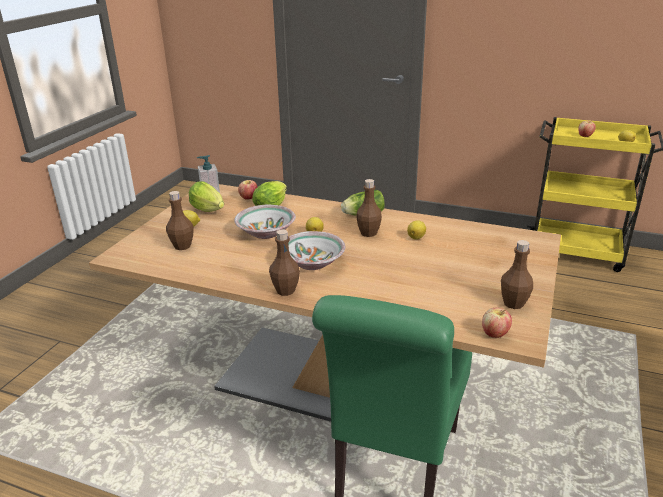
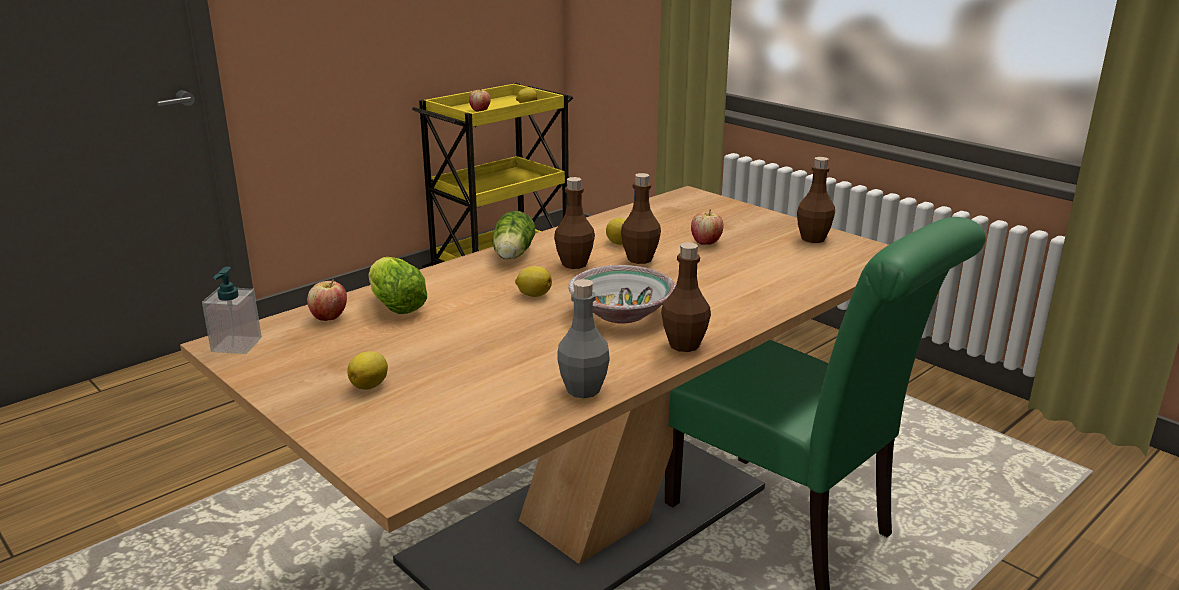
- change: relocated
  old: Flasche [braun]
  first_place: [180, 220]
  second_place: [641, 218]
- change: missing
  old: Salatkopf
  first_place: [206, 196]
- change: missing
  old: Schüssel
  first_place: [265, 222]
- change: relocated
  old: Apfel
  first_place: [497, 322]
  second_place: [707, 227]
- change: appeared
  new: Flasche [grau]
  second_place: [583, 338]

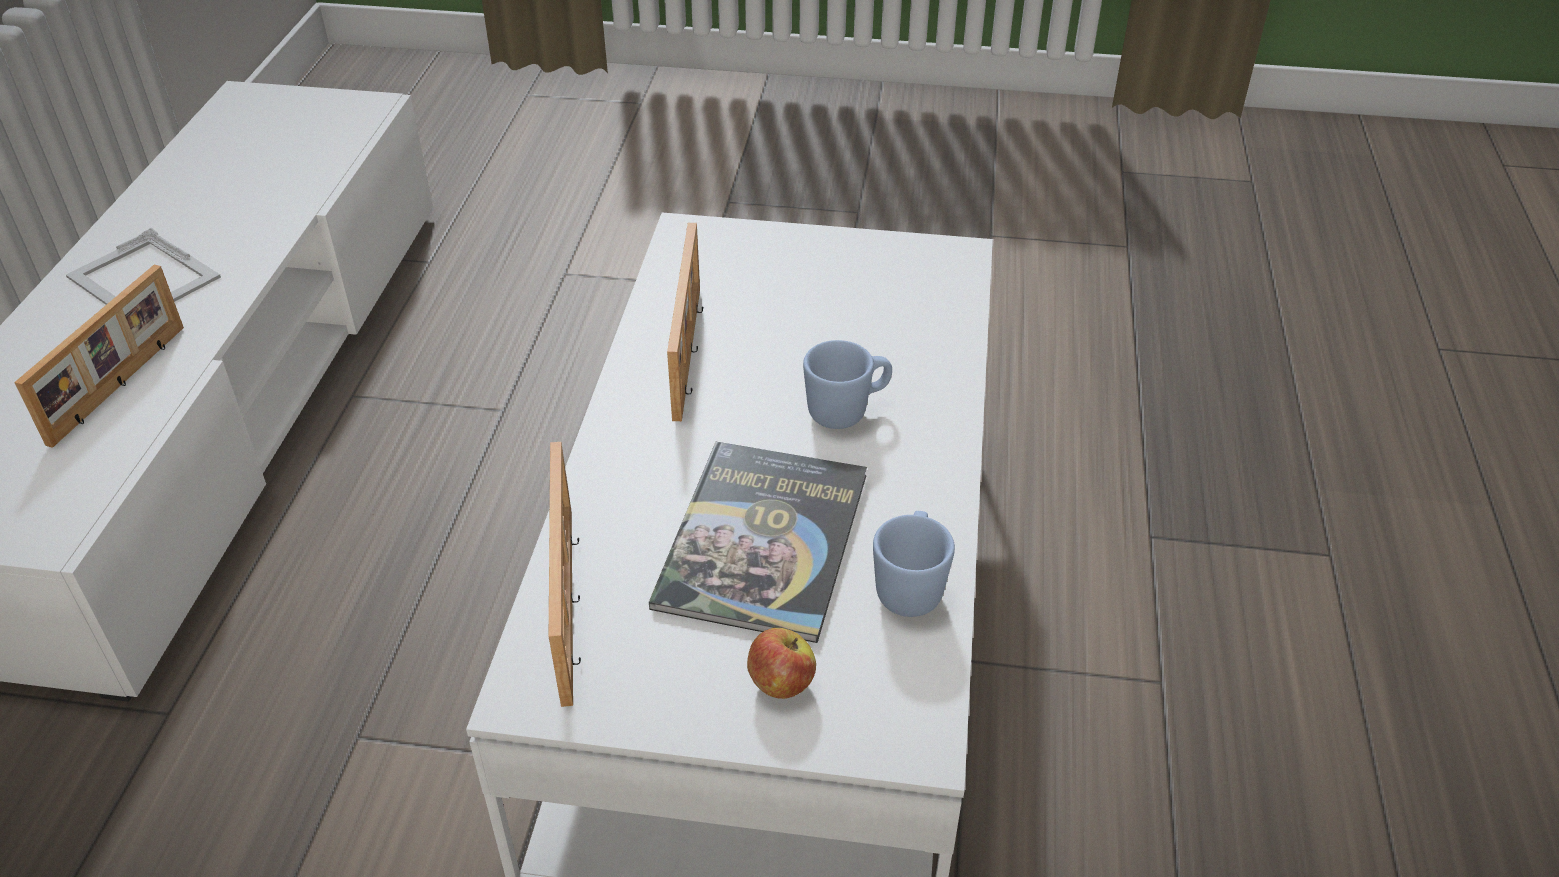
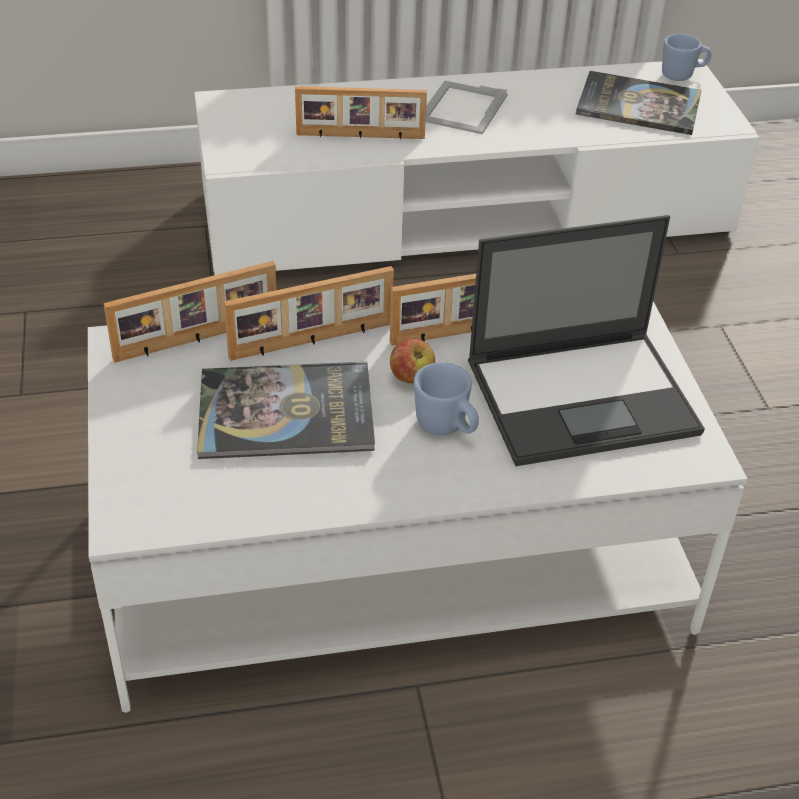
- change: relocated
  old: Apfel
  first_place: [781, 663]
  second_place: [412, 361]
- change: relocated
  old: Henkelbecher [blau]
  first_place: [914, 564]
  second_place: [686, 57]
- change: appeared
  new: Bilderrahmen
  second_place: [309, 313]
- change: appeared
  new: Laptop
  second_place: [586, 340]
- change: appeared
  new: Buch
  second_place: [638, 103]

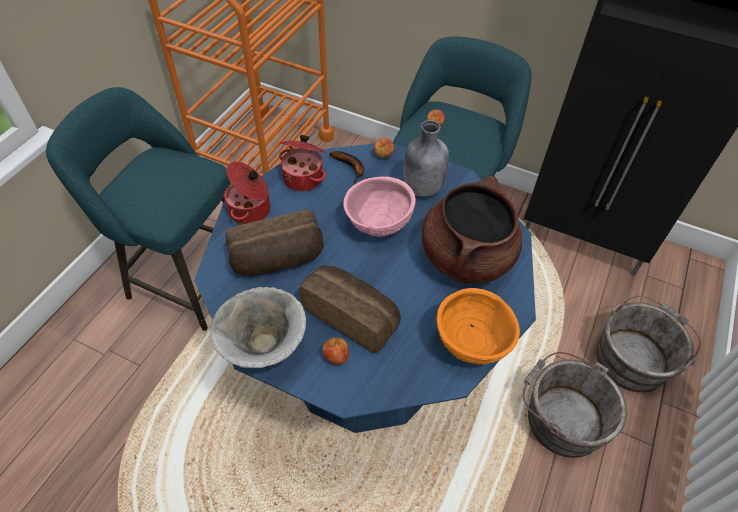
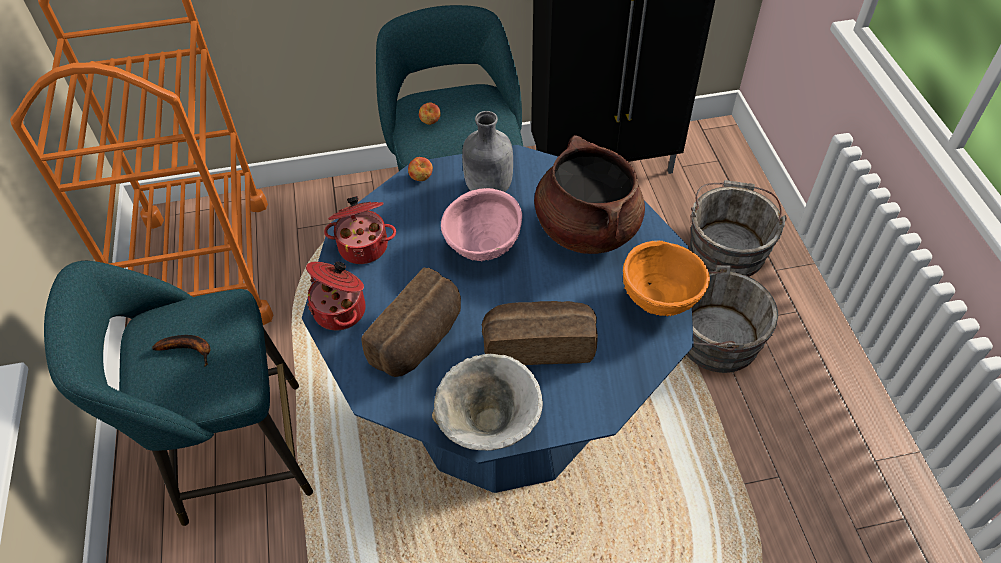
- change: missing
  old: Apfel
  first_place: [335, 351]
- change: relocated
  old: Banane
  first_place: [346, 167]
  second_place: [181, 351]

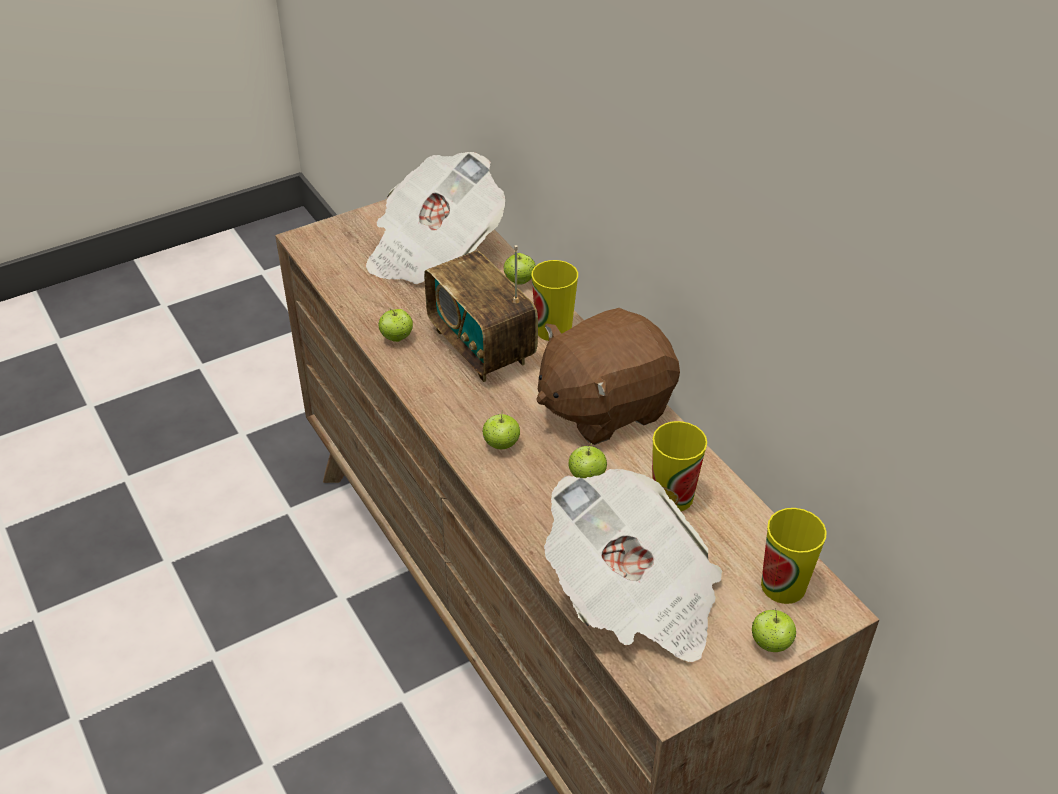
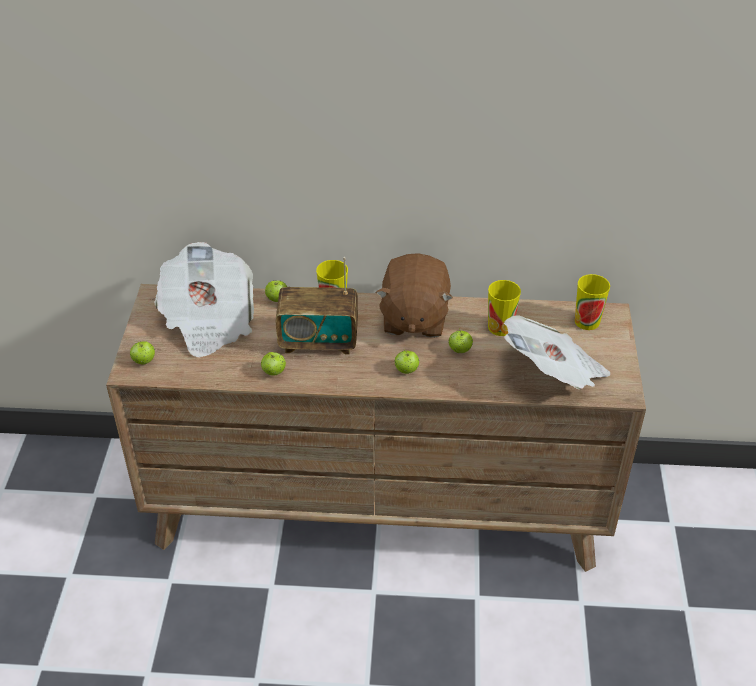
- change: relocated
  old: Apfel
  first_place: [774, 630]
  second_place: [142, 353]

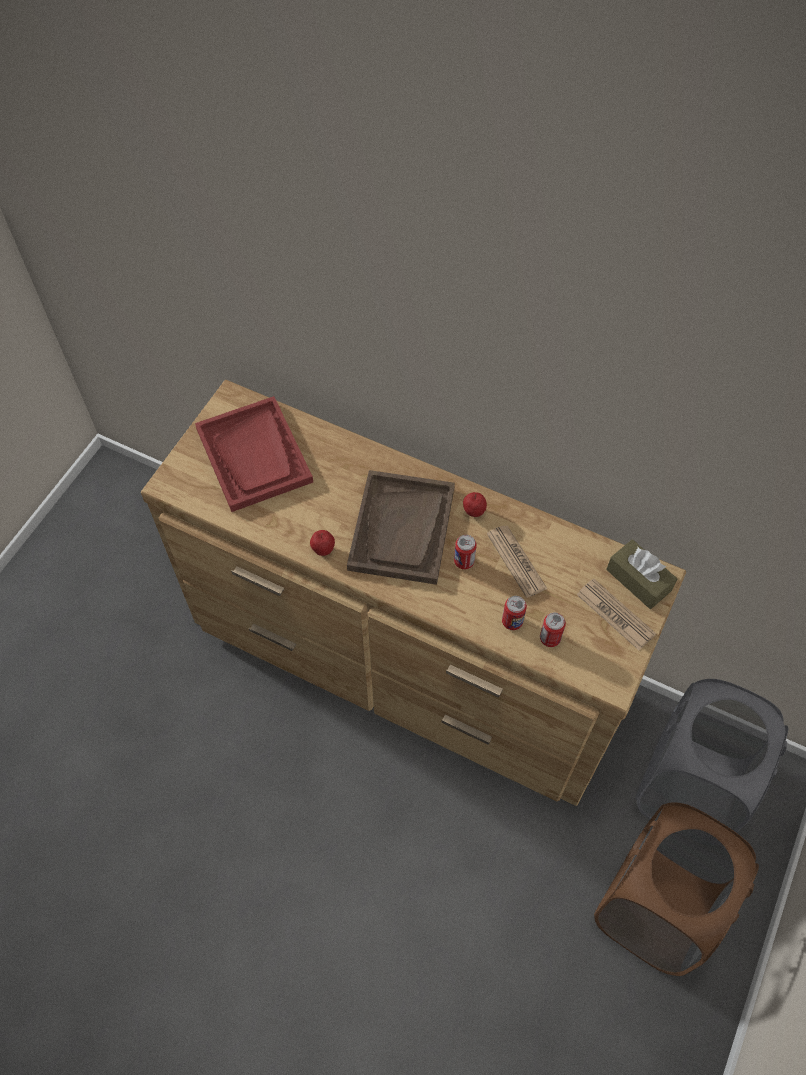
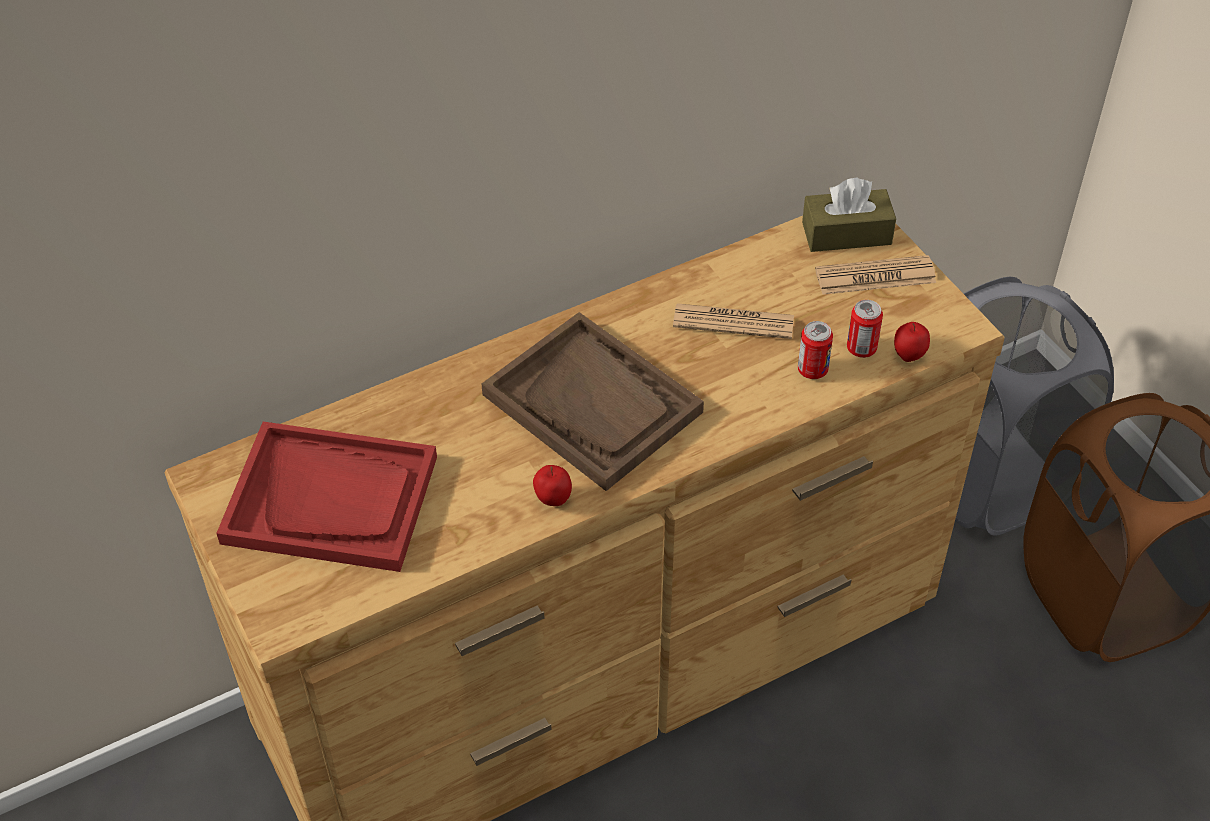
- change: missing
  old: Dose
  first_place: [465, 552]
- change: relocated
  old: Apfel
  first_place: [475, 504]
  second_place: [912, 342]

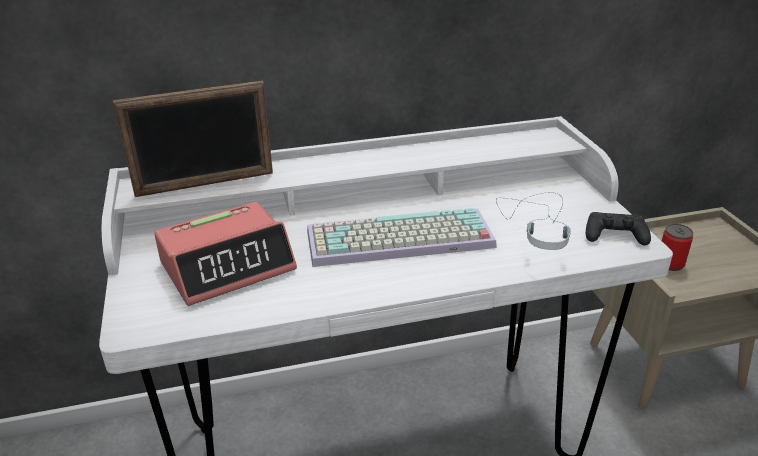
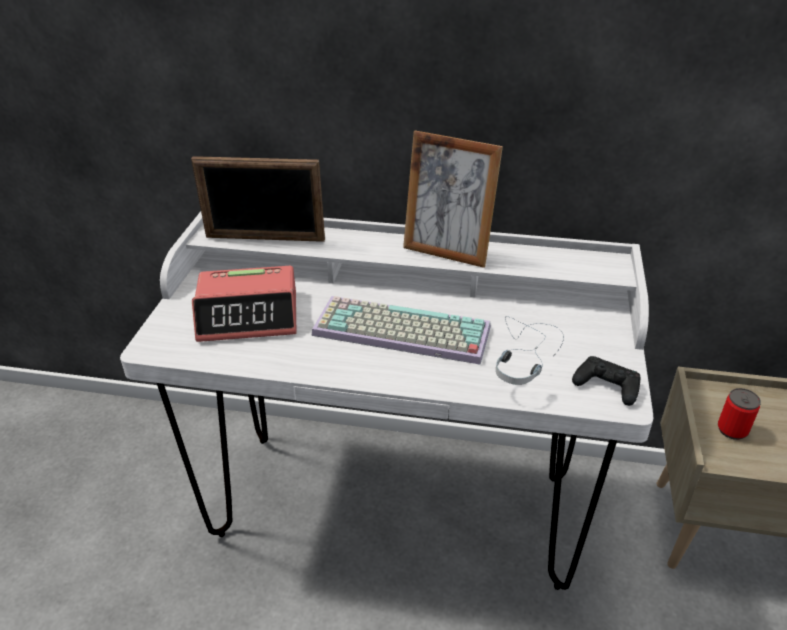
- change: appeared
  new: Bilderrahmen
  second_place: [453, 199]

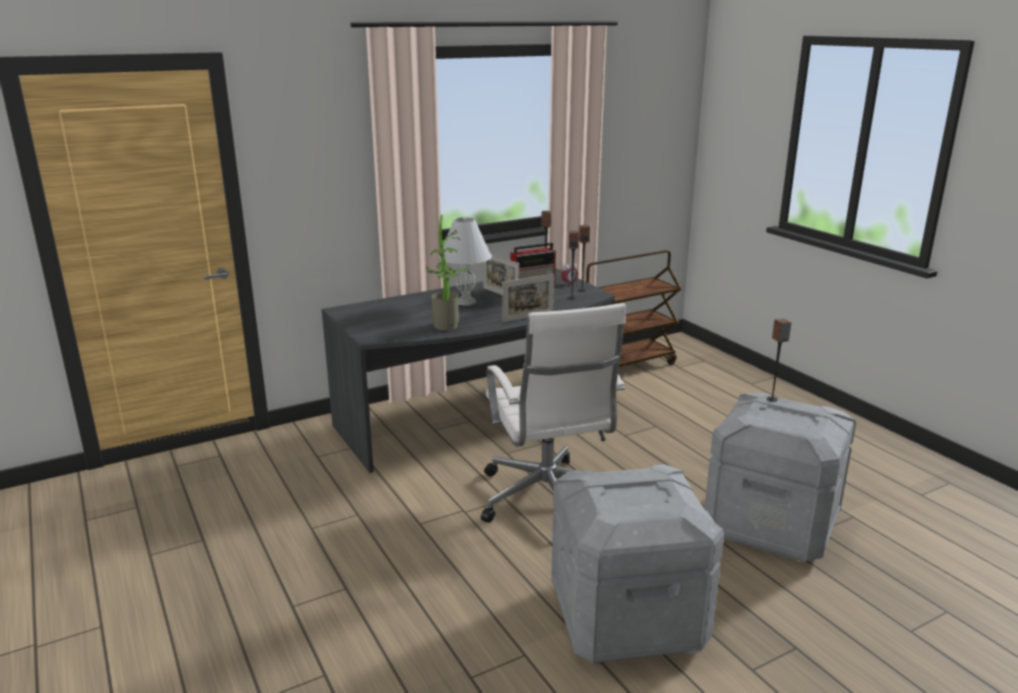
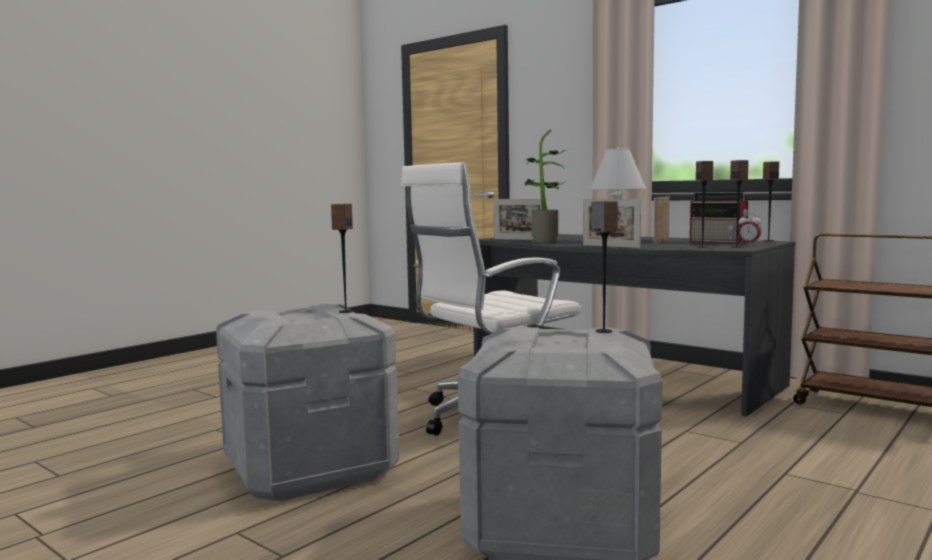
- change: appeared
  new: Lautsprecher
  second_place: [342, 258]
- change: appeared
  new: Bilderrahmen
  second_place: [517, 219]

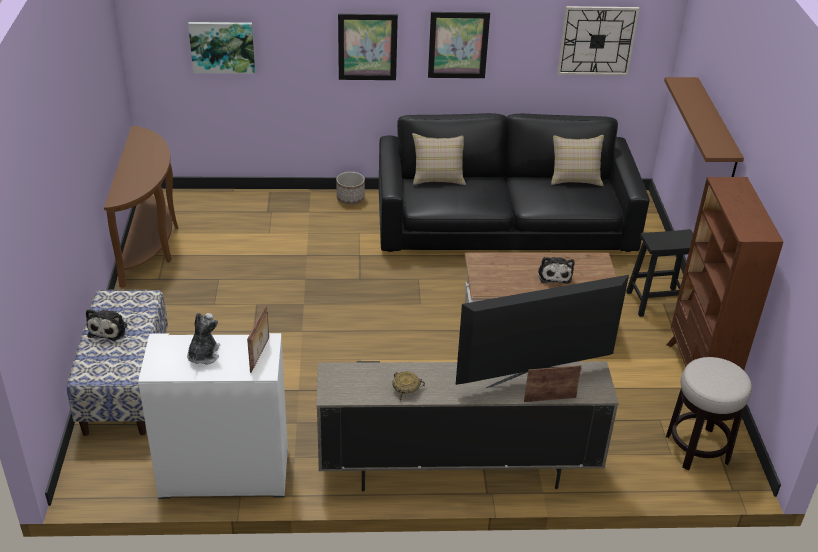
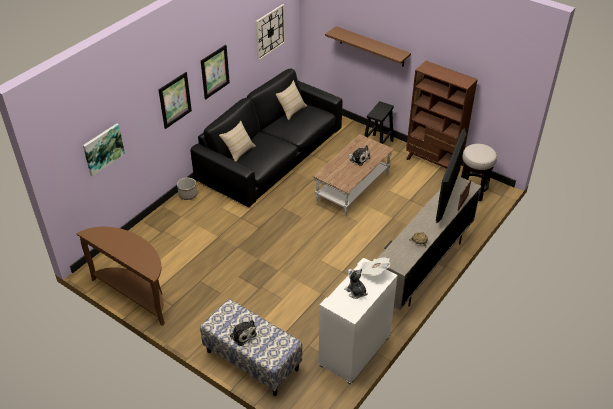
- change: exchanged
  old: Bilderrahmen
  new: Zeitung
  first_place: [258, 339]
  second_place: [375, 266]

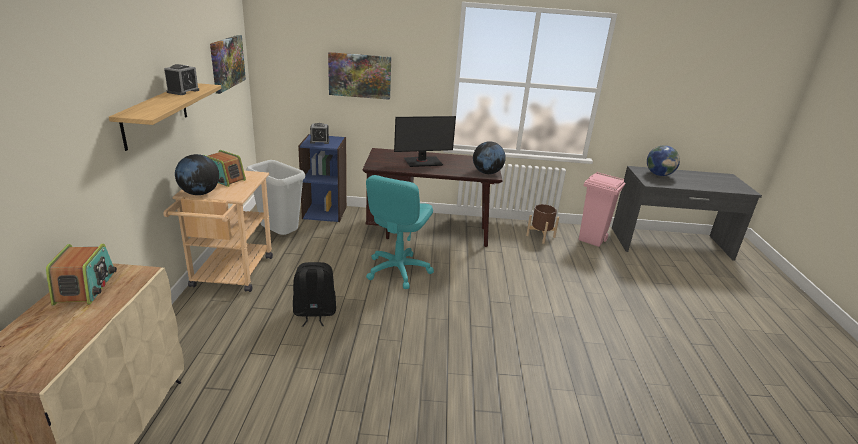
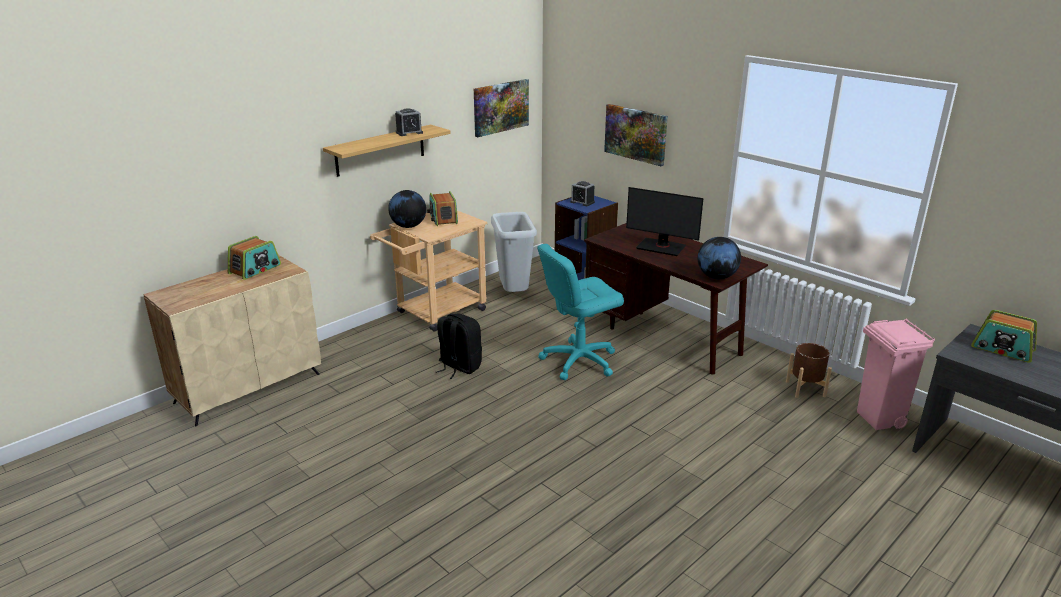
- change: exchanged
  old: Globus
  new: Radio
  first_place: [663, 160]
  second_place: [1004, 336]

